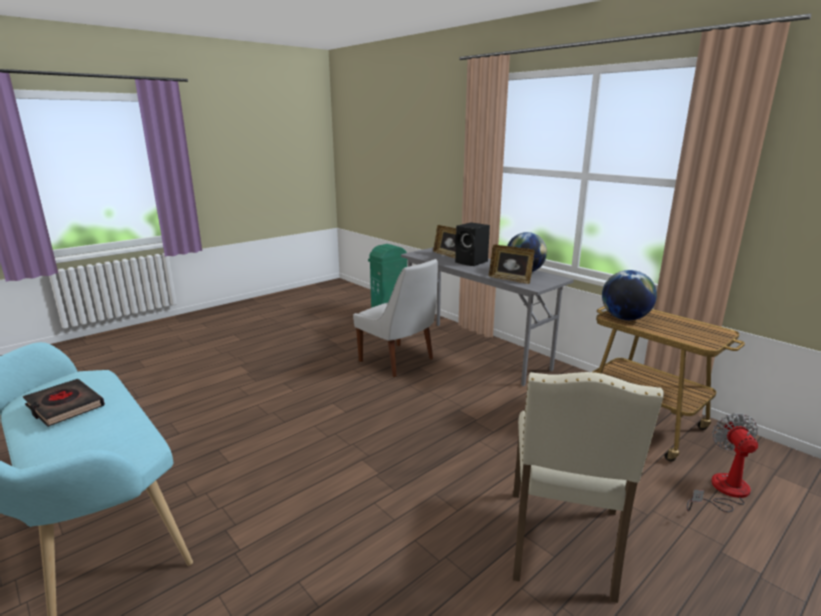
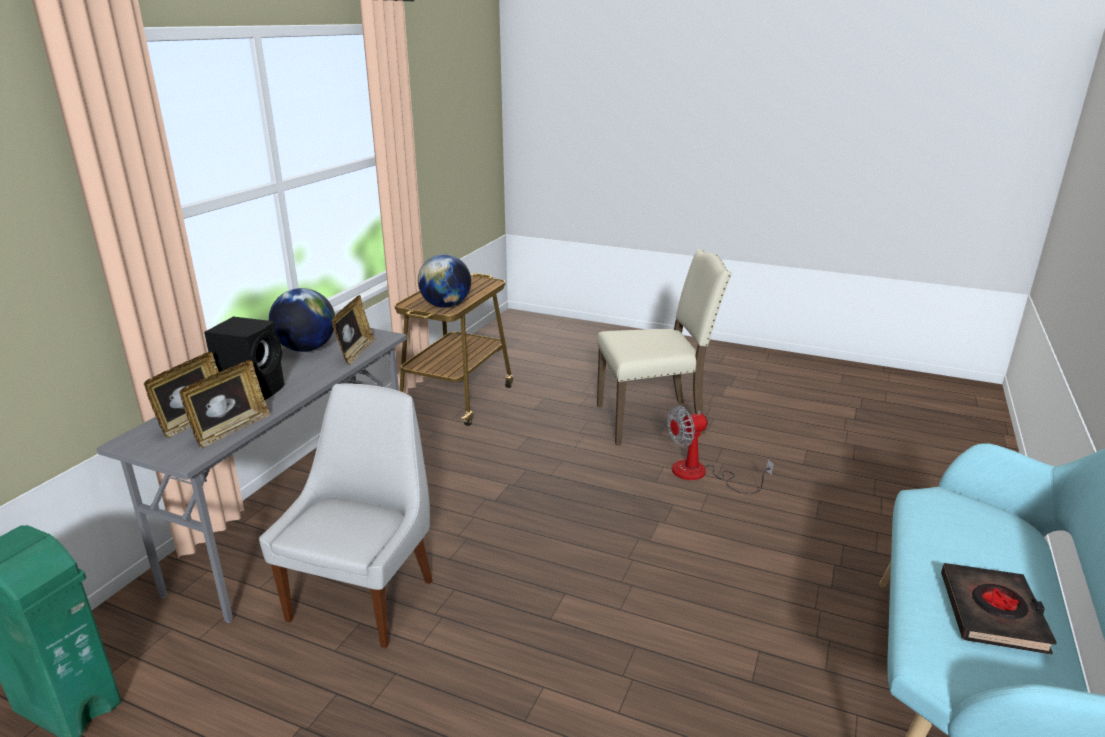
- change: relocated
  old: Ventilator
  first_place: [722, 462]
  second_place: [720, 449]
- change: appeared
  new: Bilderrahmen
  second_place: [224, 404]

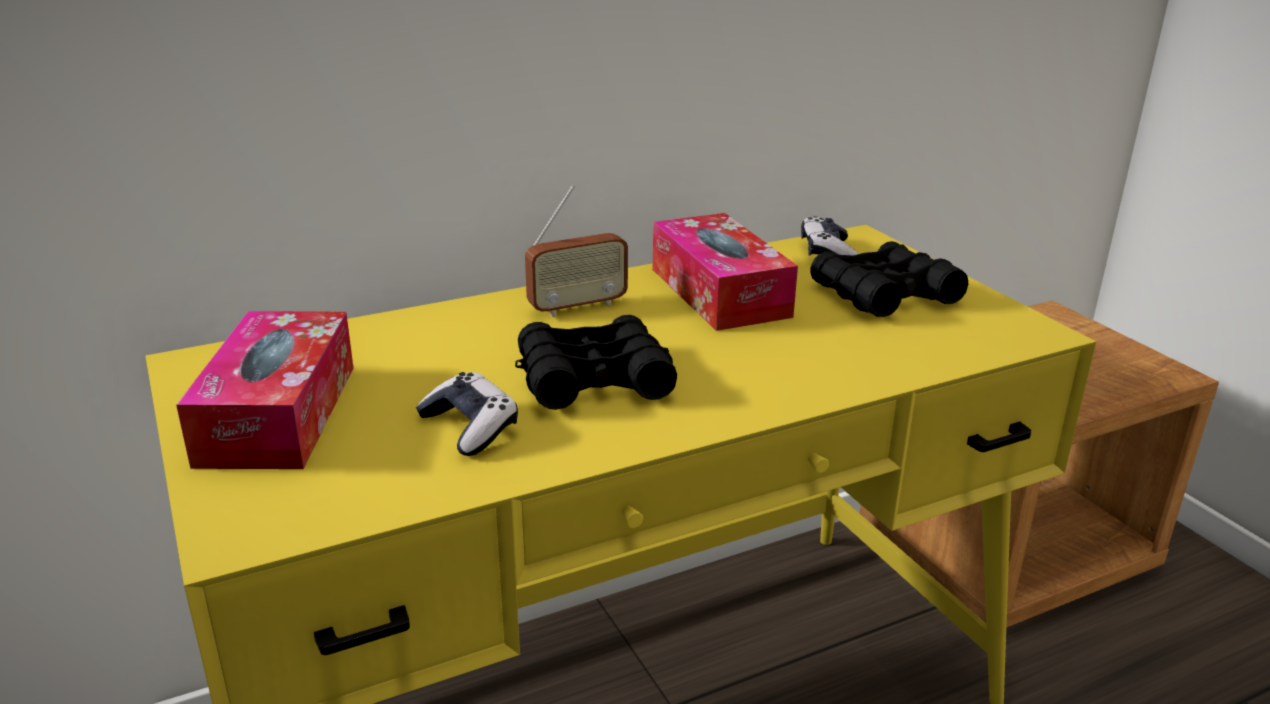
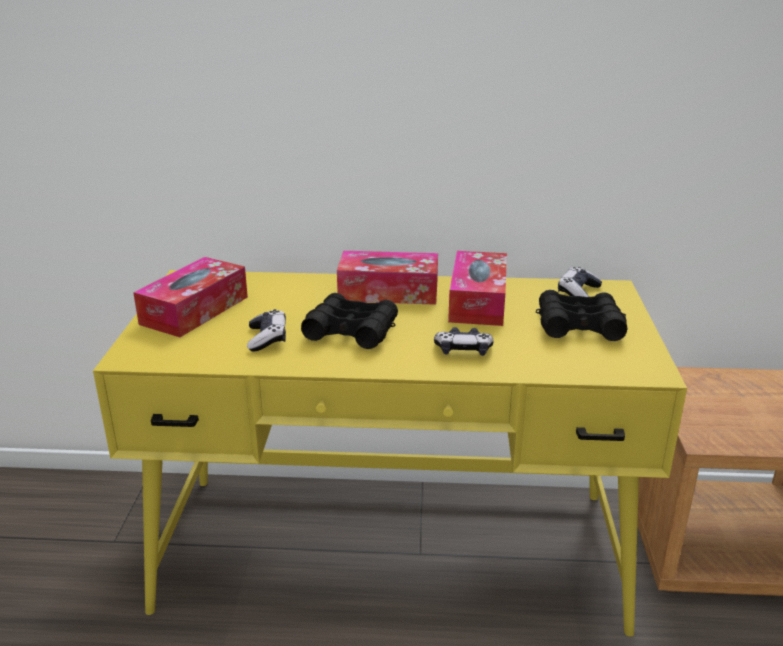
- change: exchanged
  old: Radio
  new: Taschentuchbox
  first_place: [576, 251]
  second_place: [387, 278]
- change: appeared
  new: Gamepad
  second_place: [464, 341]

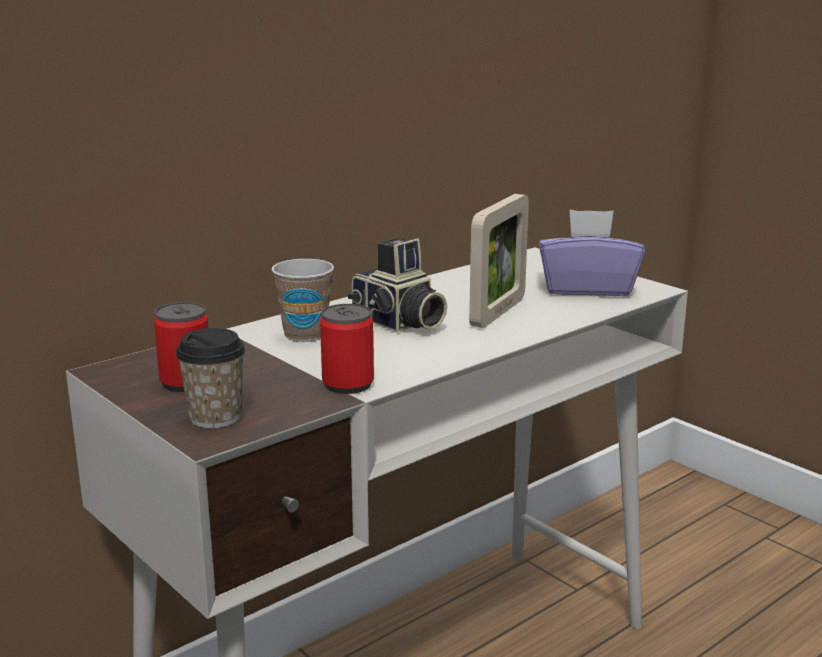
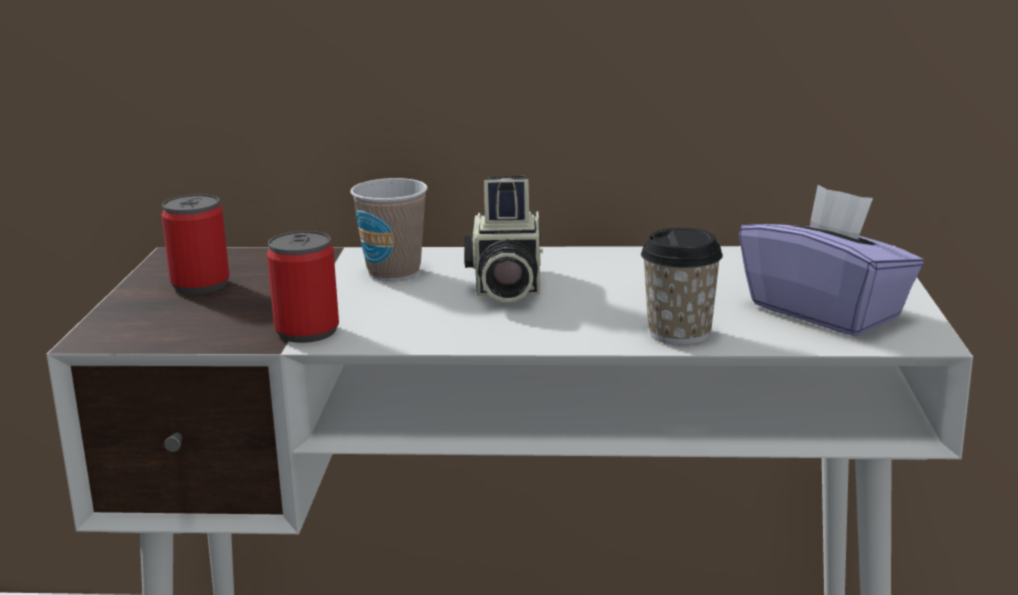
- change: relocated
  old: Tasse
  first_place: [210, 378]
  second_place: [682, 286]
- change: missing
  old: Bilderrahmen
  first_place: [499, 261]

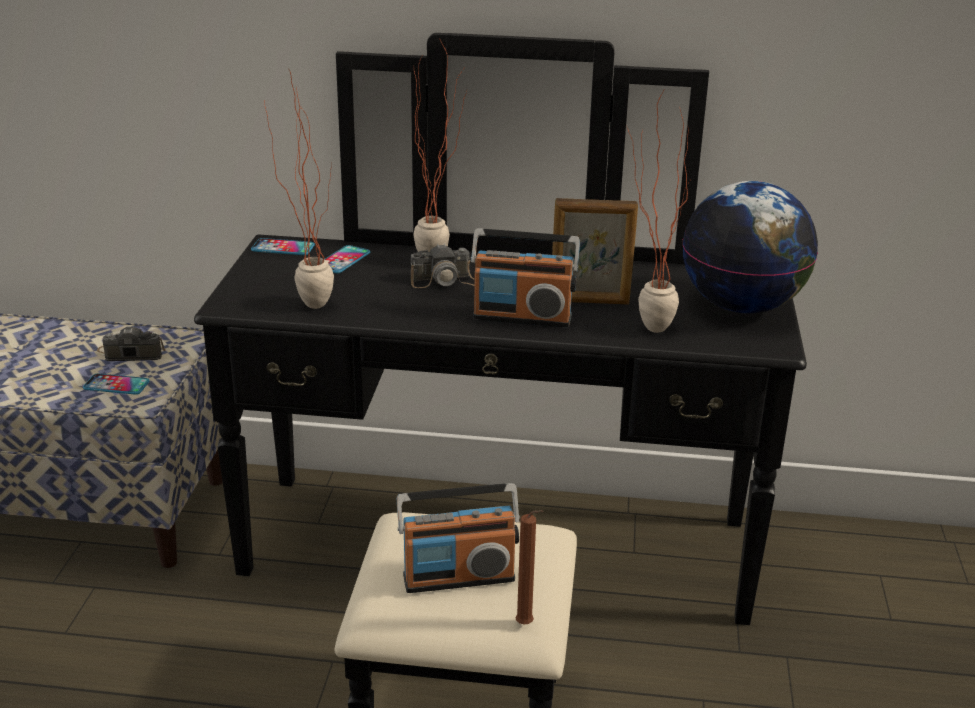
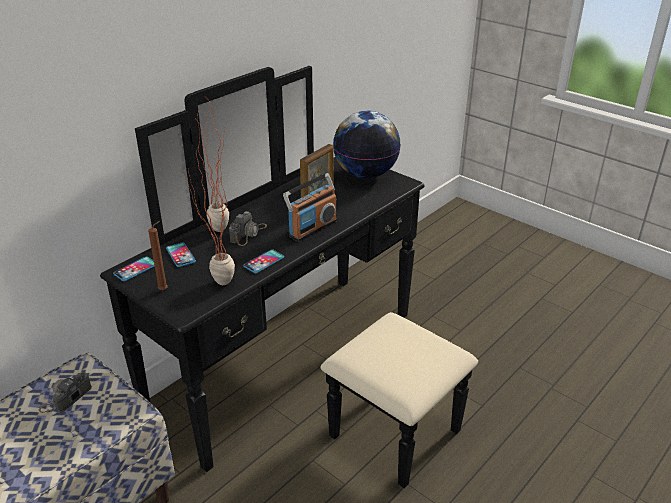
- change: relocated
  old: Handy
  first_place: [116, 384]
  second_place: [263, 261]
- change: missing
  old: Radio
  first_place: [458, 538]
- change: relocated
  old: Kerze [braun]
  first_place: [529, 567]
  second_place: [158, 255]
- change: missing
  old: Topfpflanze
  first_place: [658, 211]

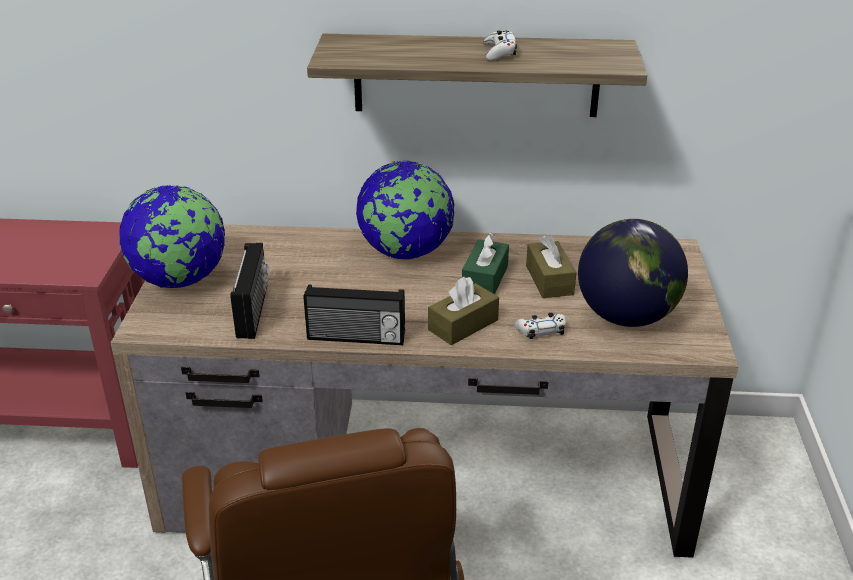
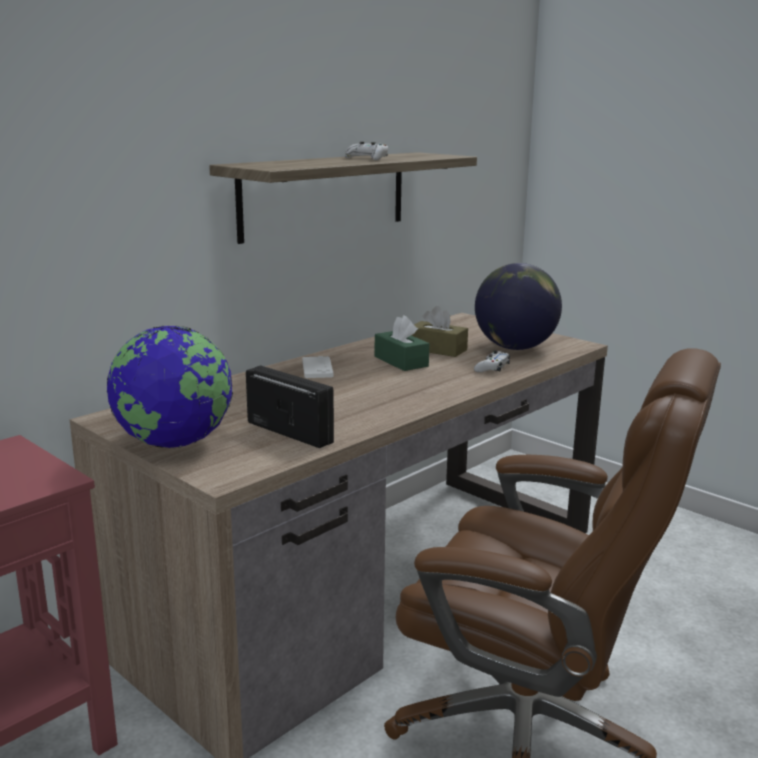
- change: missing
  old: Radio
  first_place: [354, 314]
- change: exchanged
  old: Globus
  new: Gamepad [weiß]
  first_place: [405, 210]
  second_place: [317, 367]
- change: missing
  old: Taschentuchbox [braun]
  first_place: [463, 311]

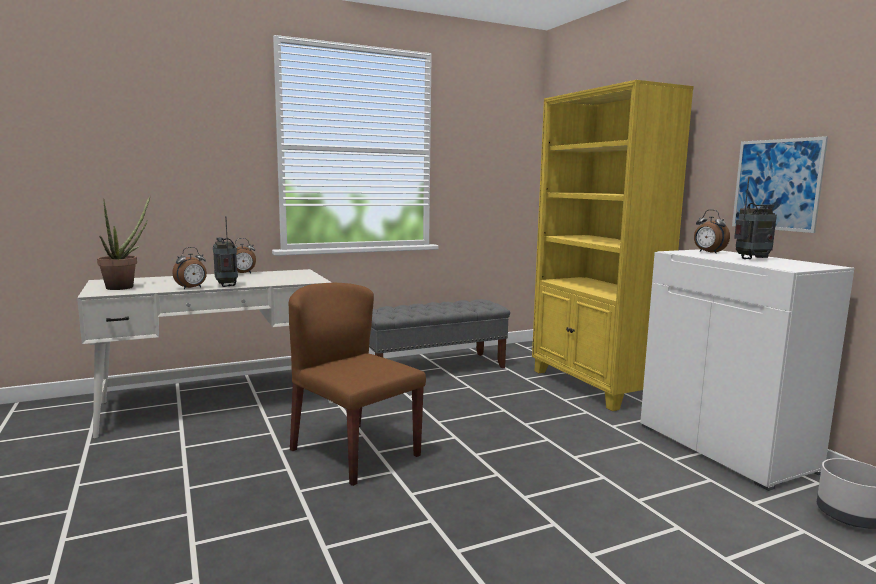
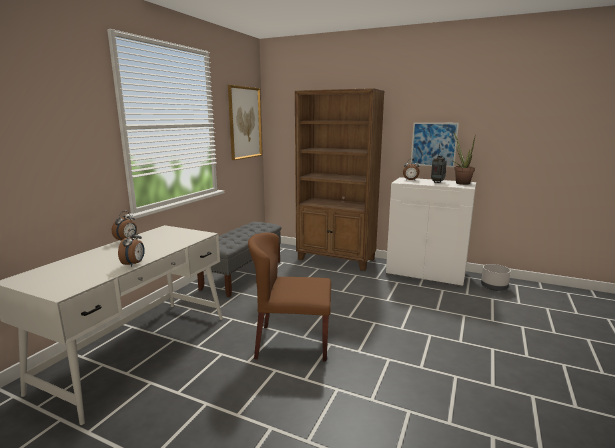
- change: relocated
  old: Topfpflanze
  first_place: [123, 243]
  second_place: [464, 159]
- change: missing
  old: Radio
  first_place: [225, 251]
- change: colour
  old: Bücherregal [gelb]
  new: Bücherregal [braun]
  first_place: [613, 245]
  second_place: [339, 179]
- change: appeared
  new: Bild
  second_place: [245, 122]

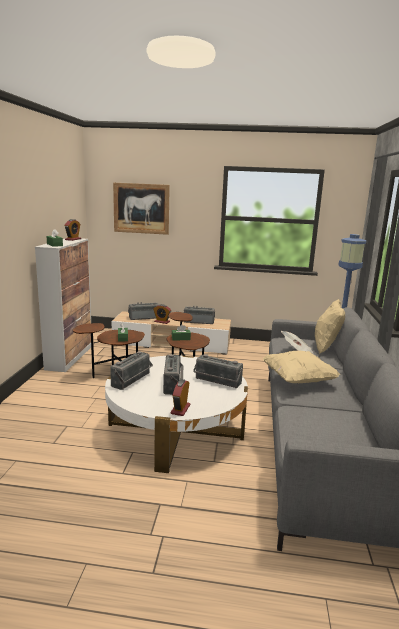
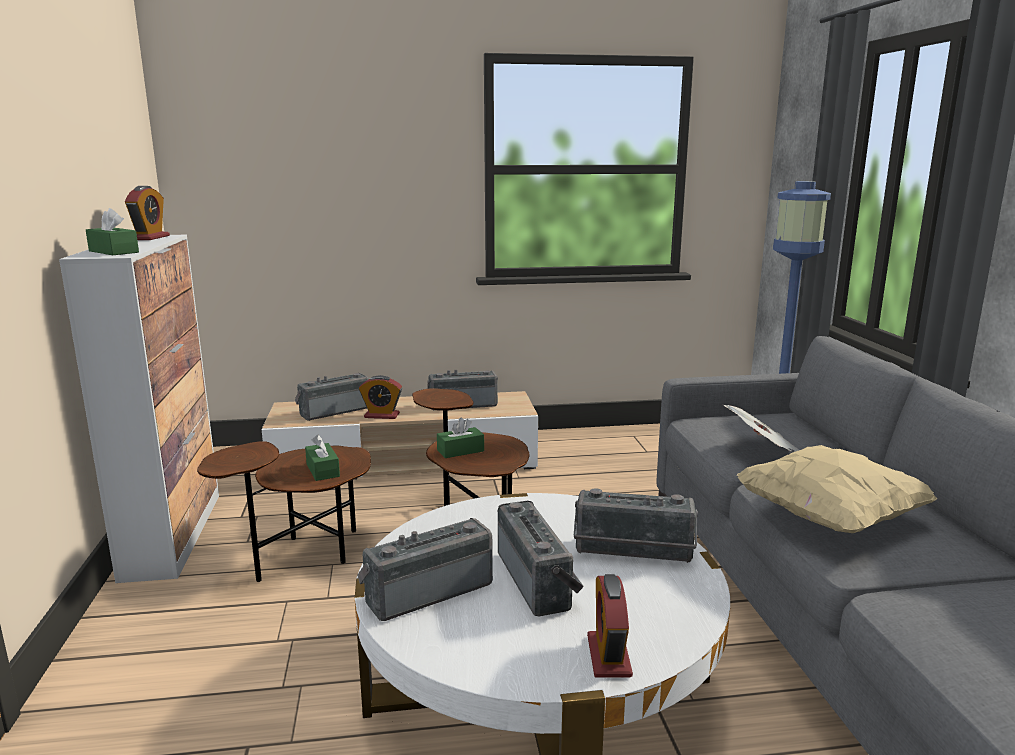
- change: spun
  old: Radio
  first_place: [131, 370]
  second_place: [425, 569]
  degrees: -135
- change: missing
  old: Bild
  first_place: [141, 209]
- change: missing
  old: Kissen [beige]
  first_place: [330, 326]

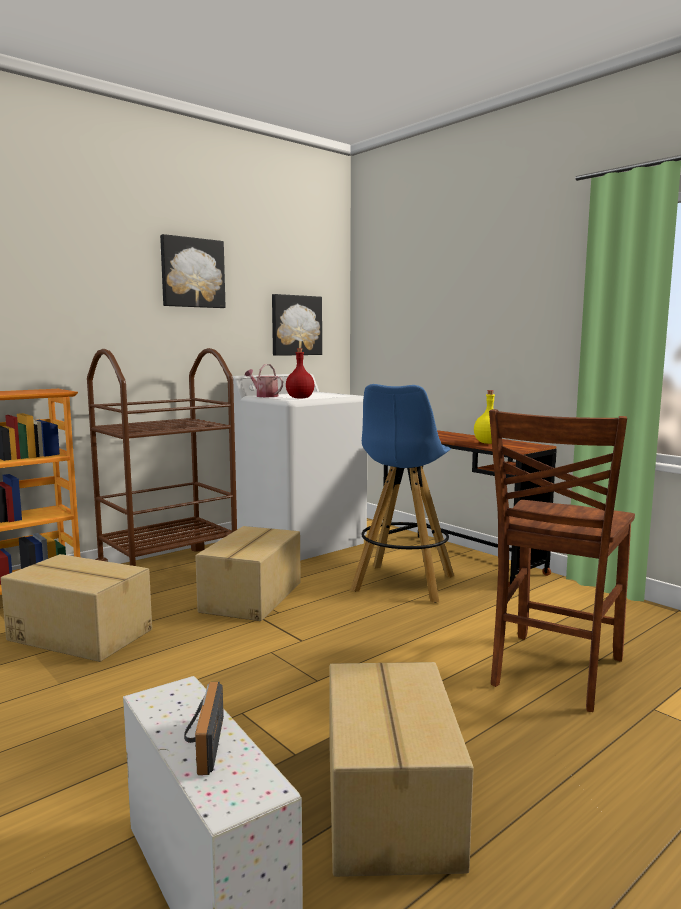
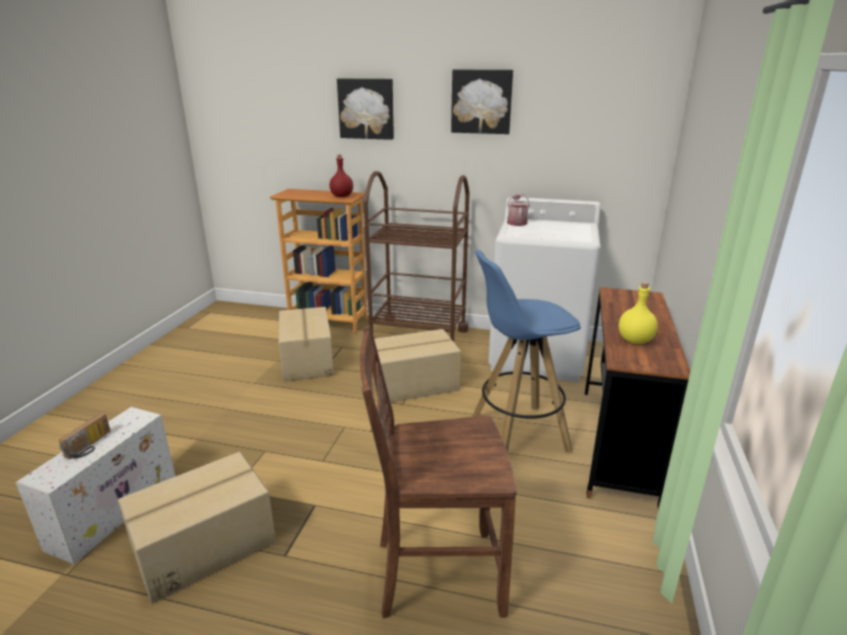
- change: spun
  old: Radio
  first_place: [204, 728]
  second_place: [85, 436]
  degrees: 150
- change: relocated
  old: Bild
  first_place: [297, 325]
  second_place: [365, 109]
- change: relocated
  old: Flasche [rot]
  first_place: [300, 373]
  second_place: [341, 176]

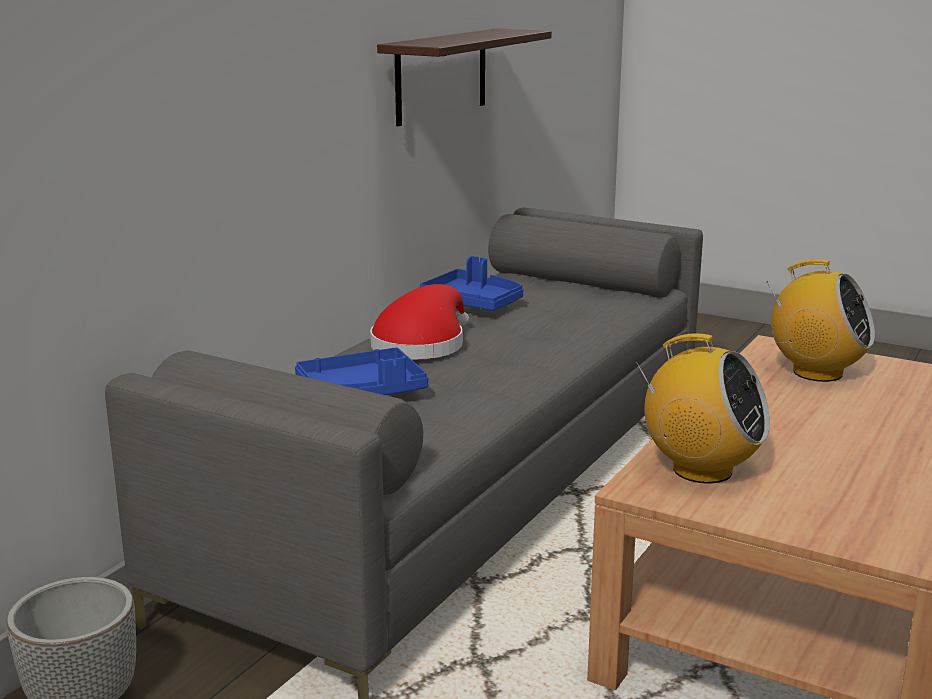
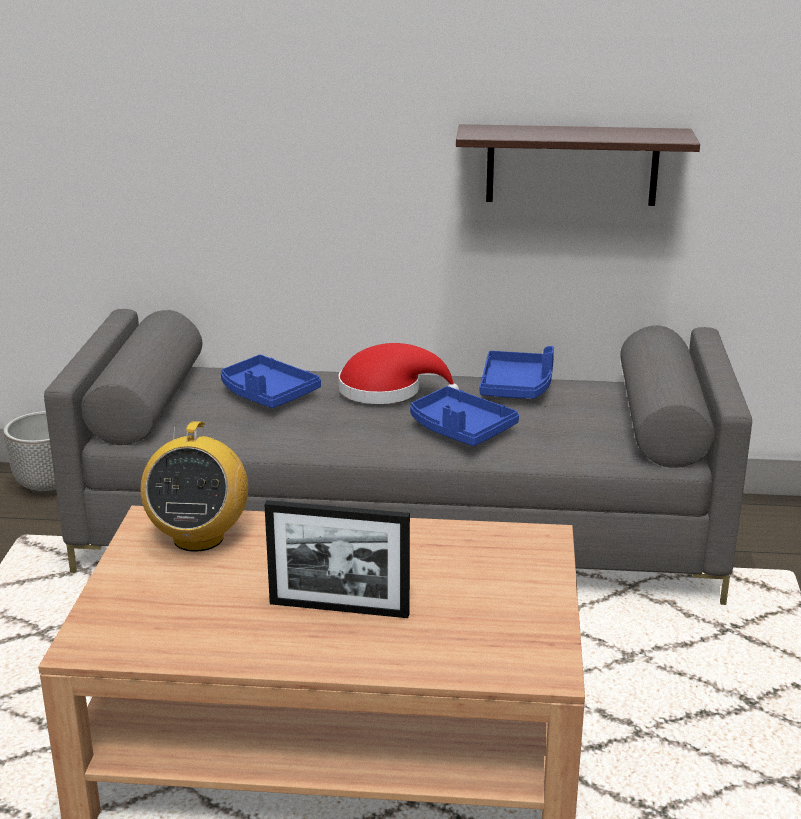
- change: missing
  old: Radio
  first_place: [821, 320]
- change: appeared
  new: Bilderrahmen
  second_place: [337, 559]
- change: appeared
  new: Tablett [blau]
  second_place: [464, 416]

